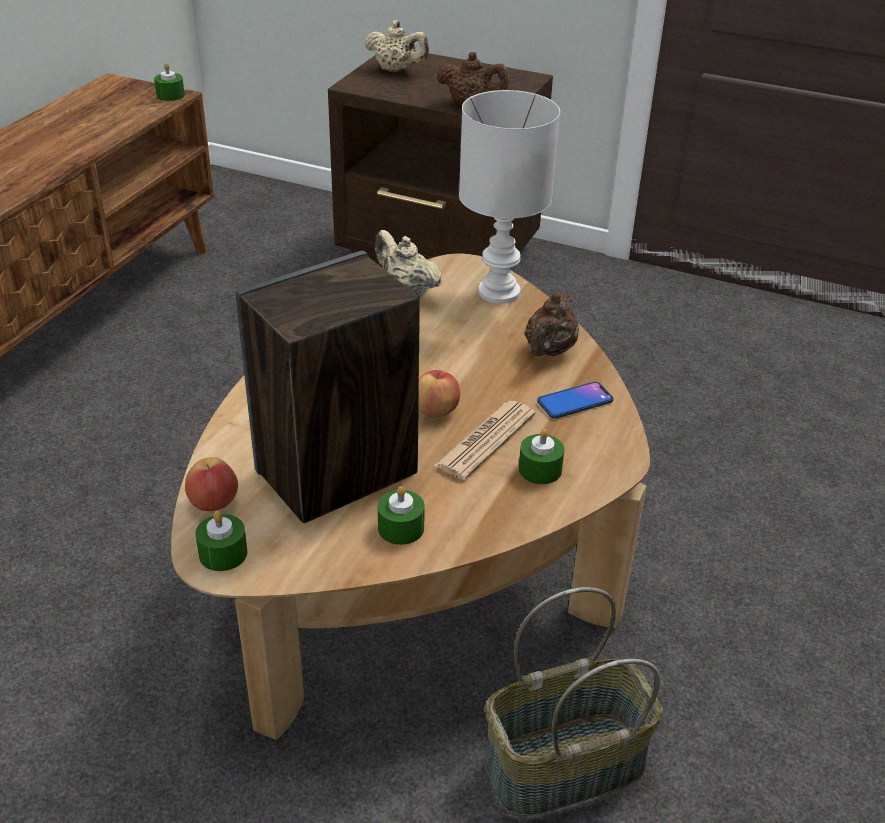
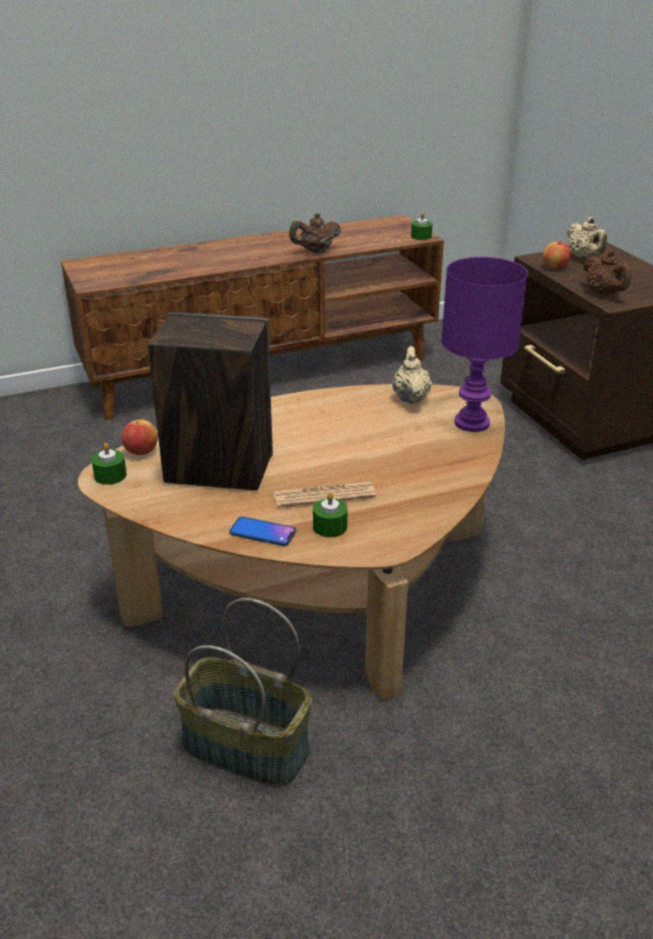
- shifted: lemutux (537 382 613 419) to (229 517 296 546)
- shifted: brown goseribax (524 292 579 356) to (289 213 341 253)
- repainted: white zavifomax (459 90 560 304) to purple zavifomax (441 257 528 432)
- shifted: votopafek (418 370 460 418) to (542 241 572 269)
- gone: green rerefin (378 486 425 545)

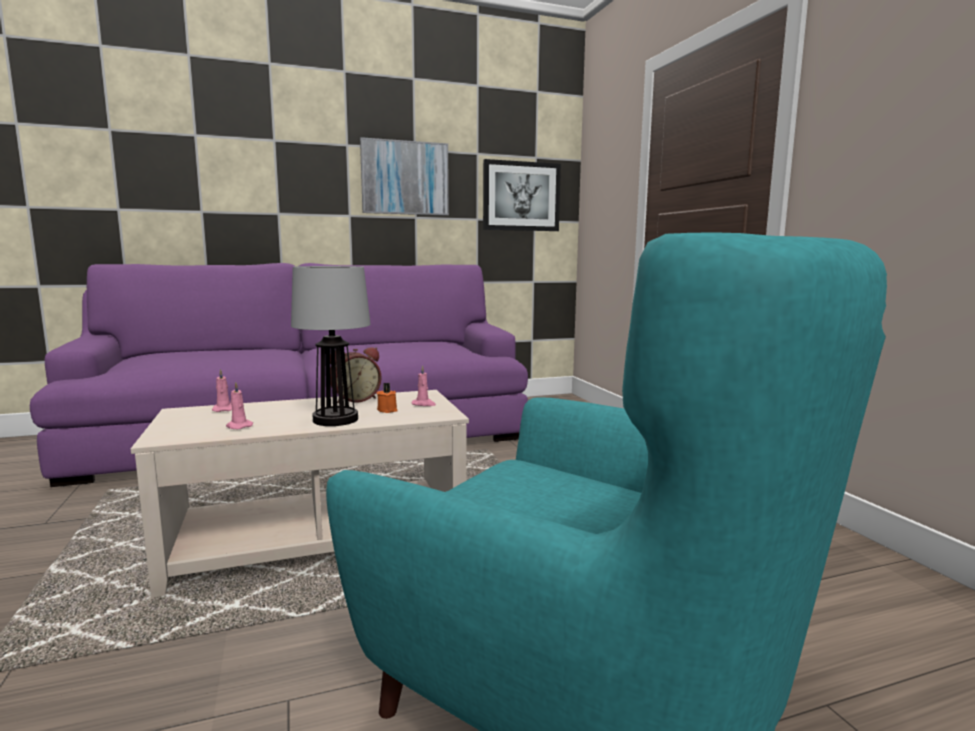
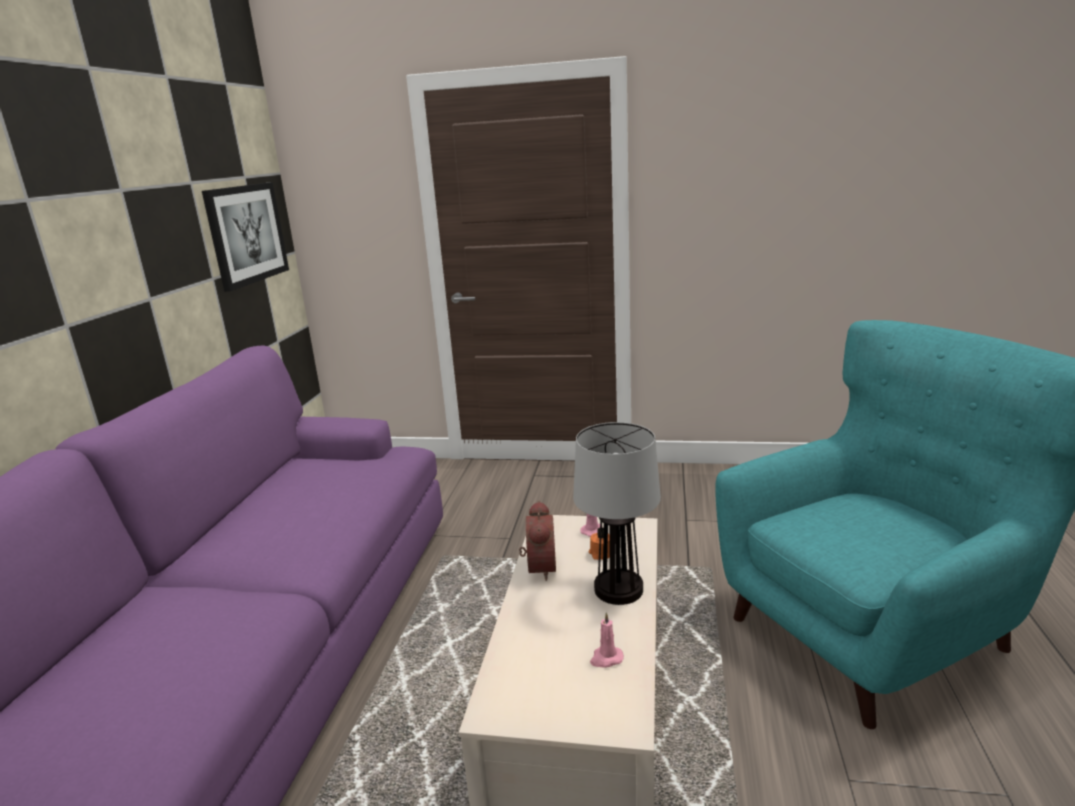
- gone: pink rerefin (212 369 232 412)
- gone: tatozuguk (360 137 449 215)

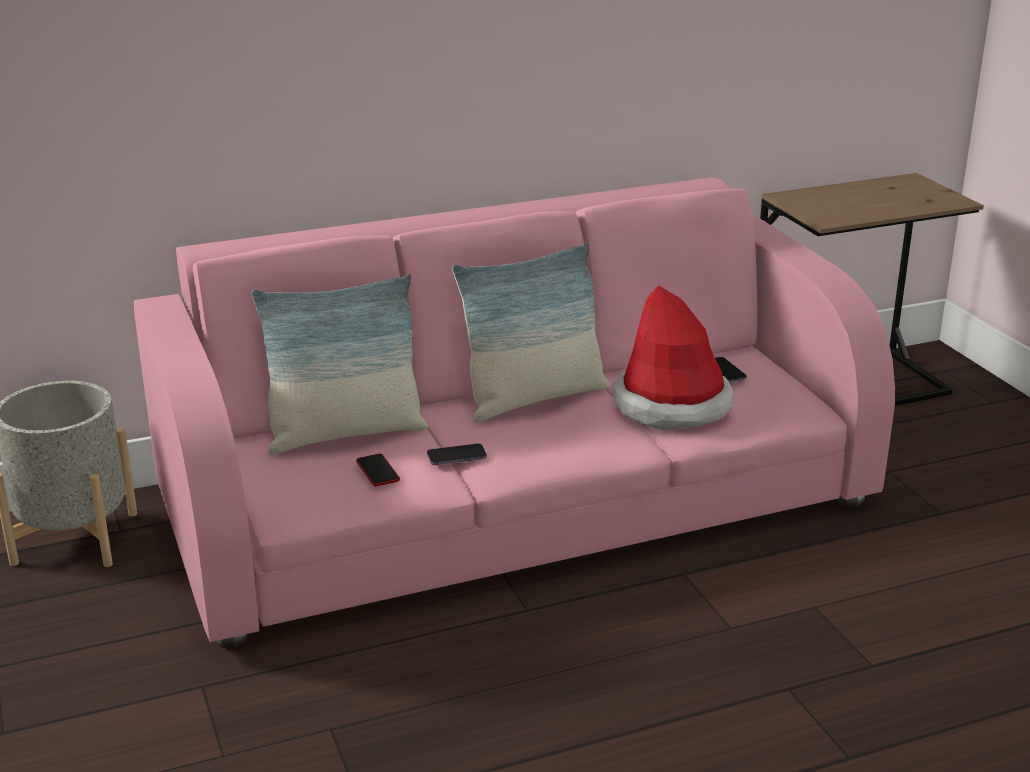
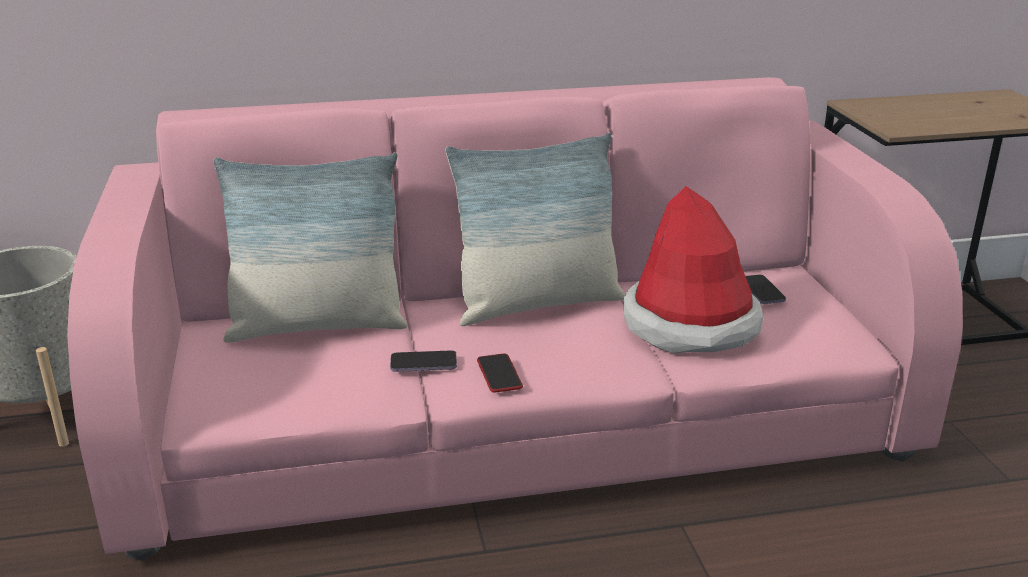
- shifted: lemutux (356 454 400 486) to (477 354 523 393)

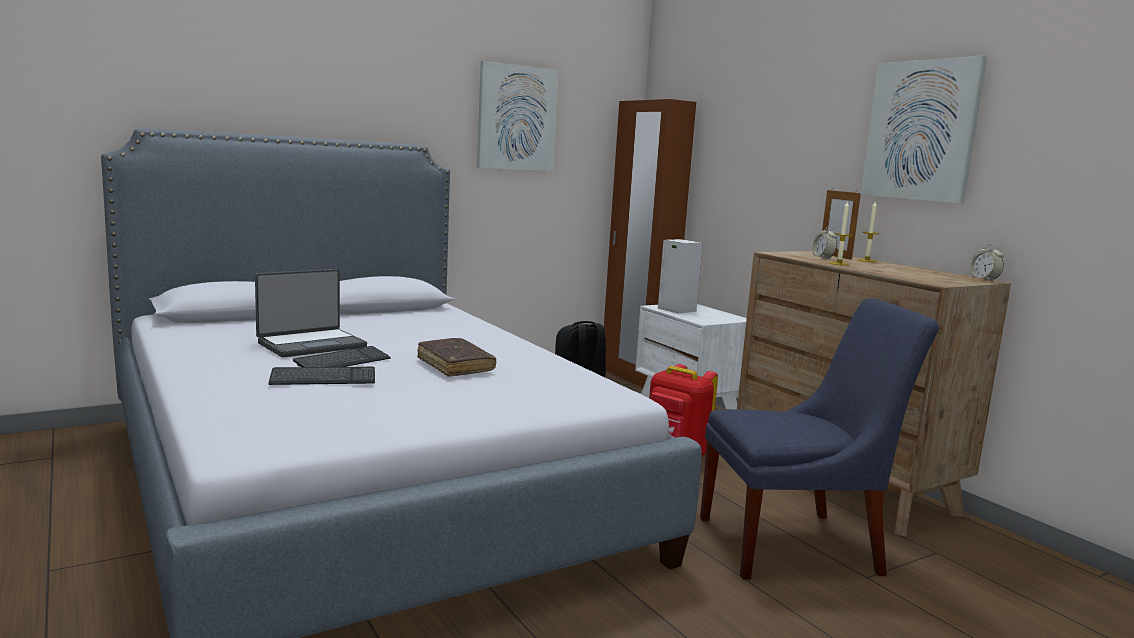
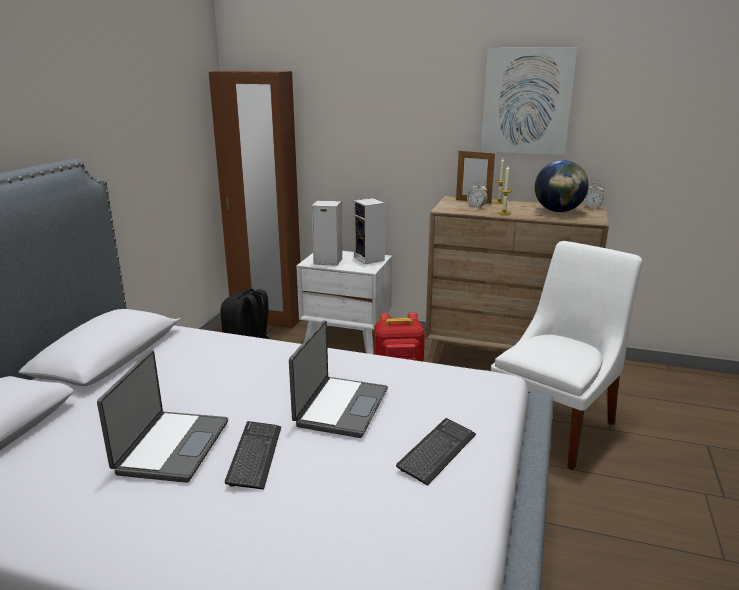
- swapped: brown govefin (417 338 496 377) to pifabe (289 320 388 438)
- new: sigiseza (353 198 385 264)
- shifted: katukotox (268 367 375 385) to (396 418 476 486)
- repainted: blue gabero (700 298 939 580) to white gabero (491 241 643 470)
- new: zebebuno (535 160 589 212)
- gone: tatozuguk (477 61 559 171)

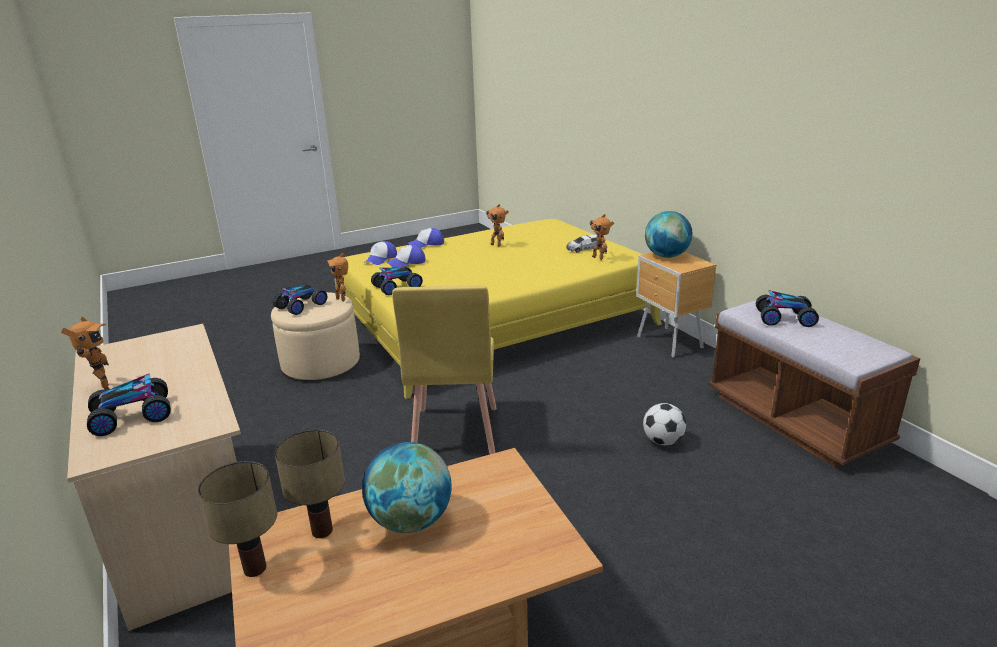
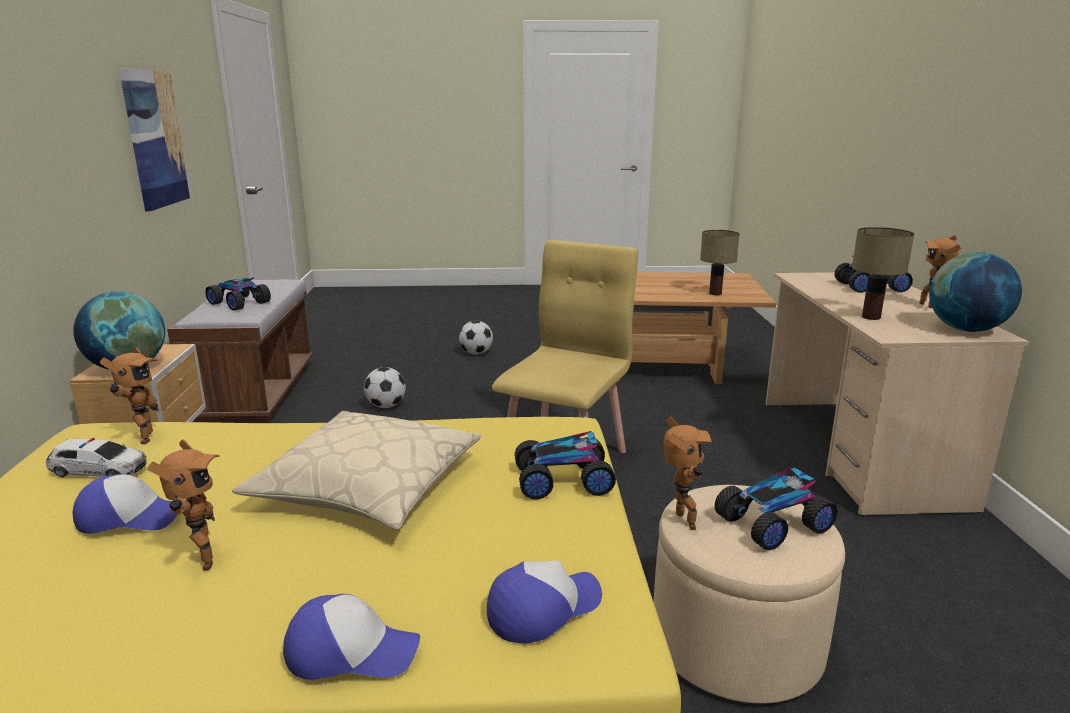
- shifted: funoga (386 245 425 268) to (73 474 178 534)
- new: tatozuguk (119 69 191 211)
- new: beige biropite (232 411 481 529)
- new: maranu (459 321 493 355)
- shifted: zavifomax (198 461 277 577) to (852 227 914 320)
- shifted: zebebuno (362 442 452 533) to (929 252 1022 332)

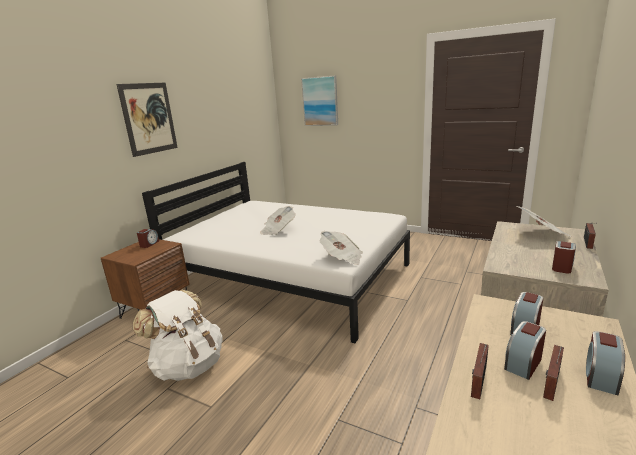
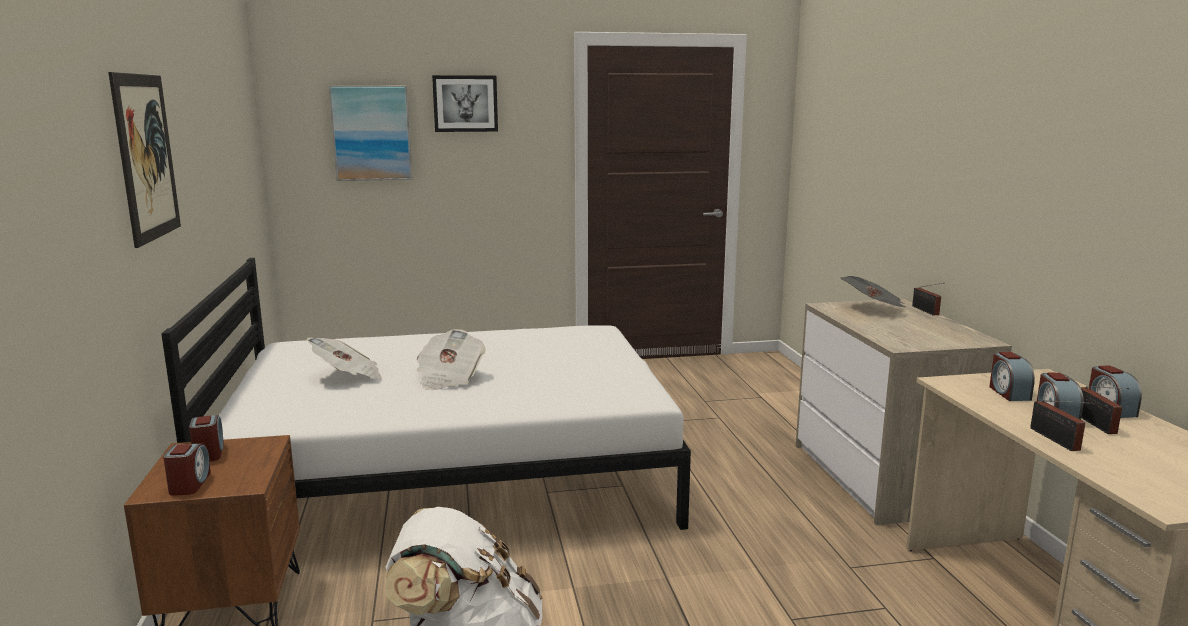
- shifted: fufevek (552 241 576 273) to (163 444 211 496)
- shifted: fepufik (319 231 363 265) to (307 338 382 379)
- new: tatozuguk (432 75 498 132)

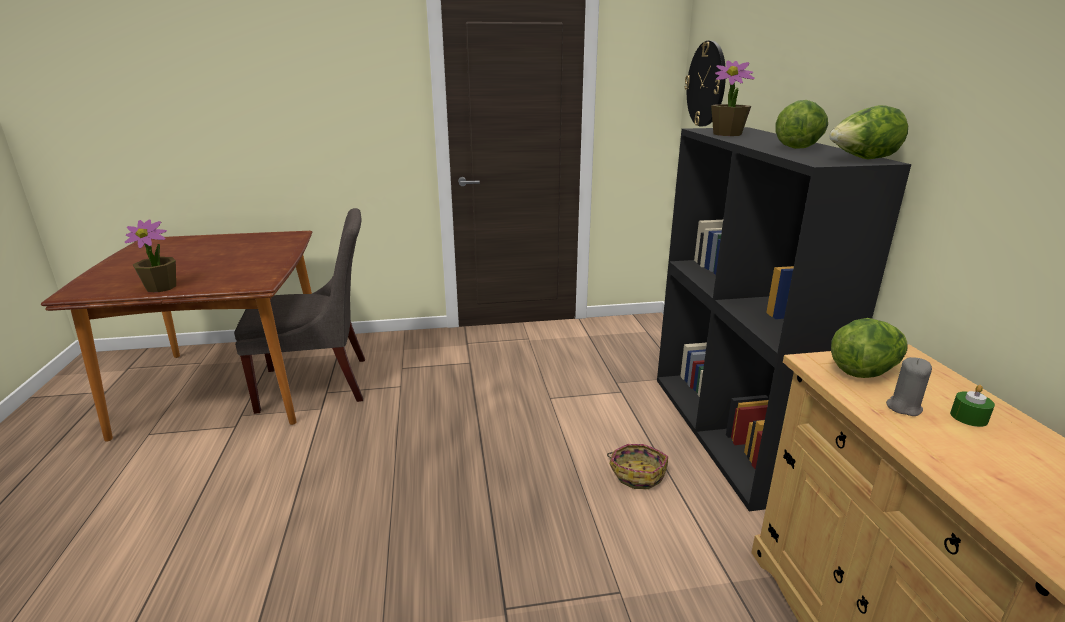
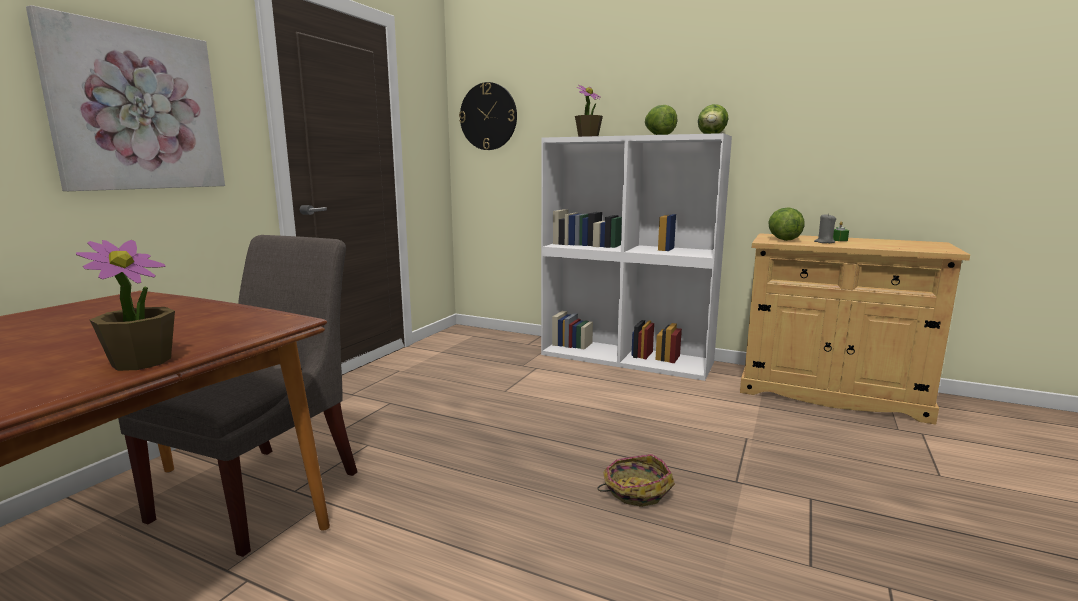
- new: tatozuguk (26 5 225 191)
- repainted: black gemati (657 127 911 511) to white gemati (541 133 732 381)
- shifted: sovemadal (607 444 668 489) to (597 454 675 507)

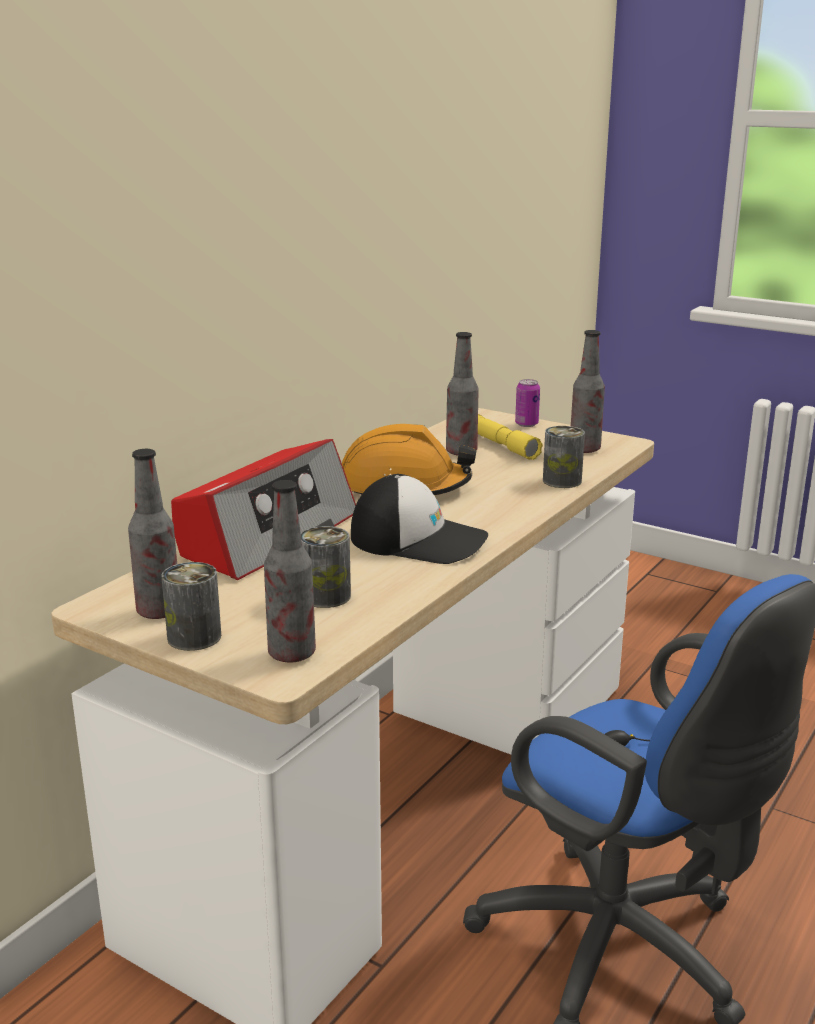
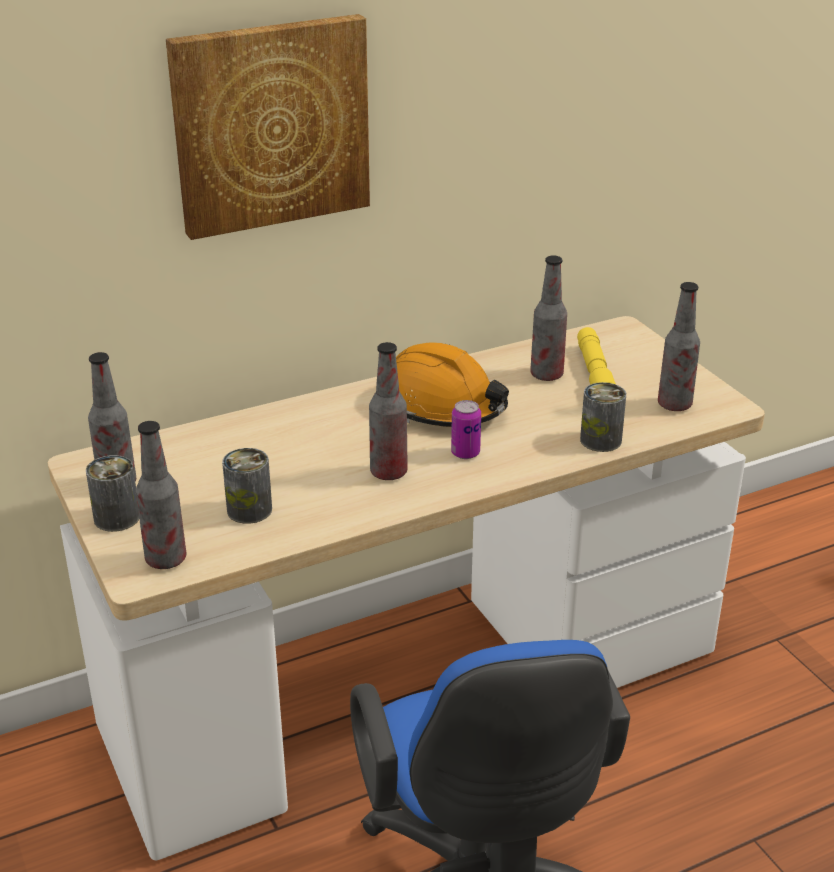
- new: tatozuguk (166 14 370 240)
- swapped: funoga (351 474 488 564) to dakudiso (369 342 408 480)
- shifted: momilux (515 379 540 427) to (451 400 481 459)
- gone: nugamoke (171 439 356 580)

